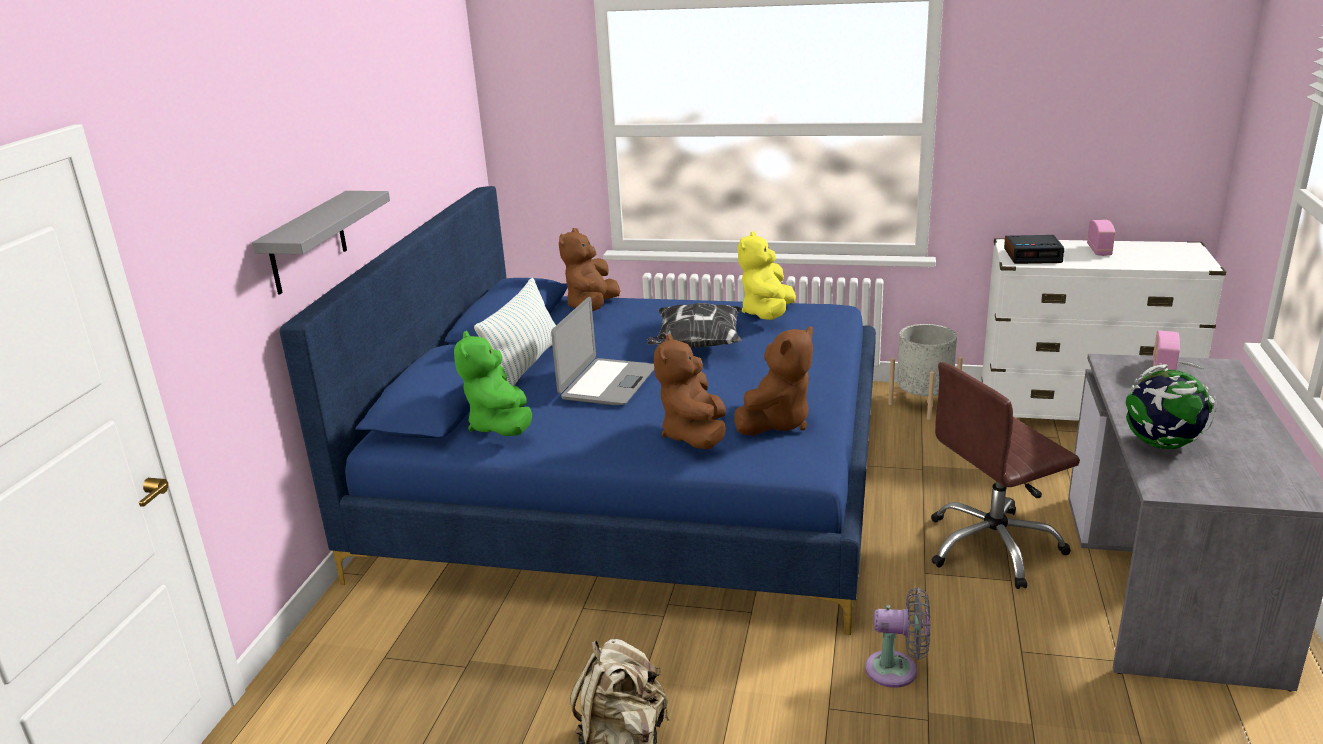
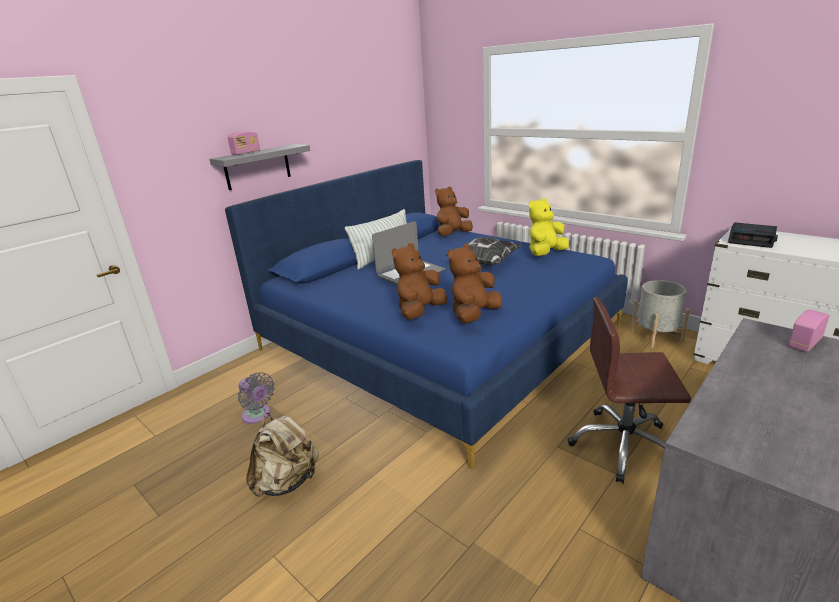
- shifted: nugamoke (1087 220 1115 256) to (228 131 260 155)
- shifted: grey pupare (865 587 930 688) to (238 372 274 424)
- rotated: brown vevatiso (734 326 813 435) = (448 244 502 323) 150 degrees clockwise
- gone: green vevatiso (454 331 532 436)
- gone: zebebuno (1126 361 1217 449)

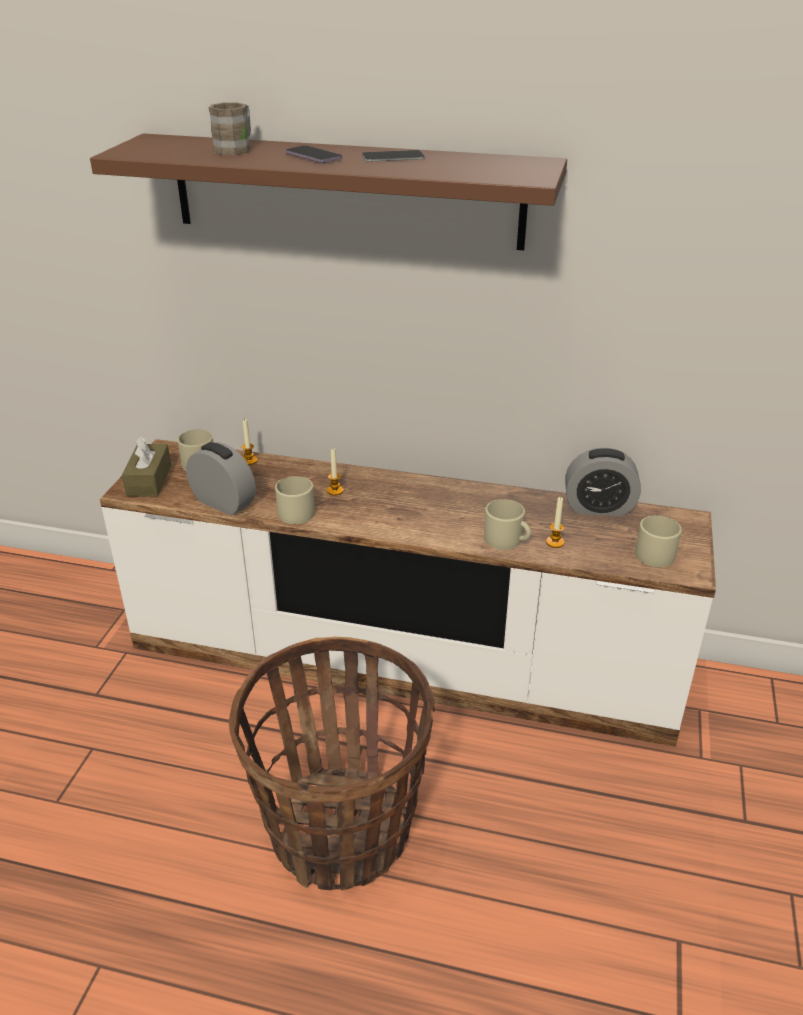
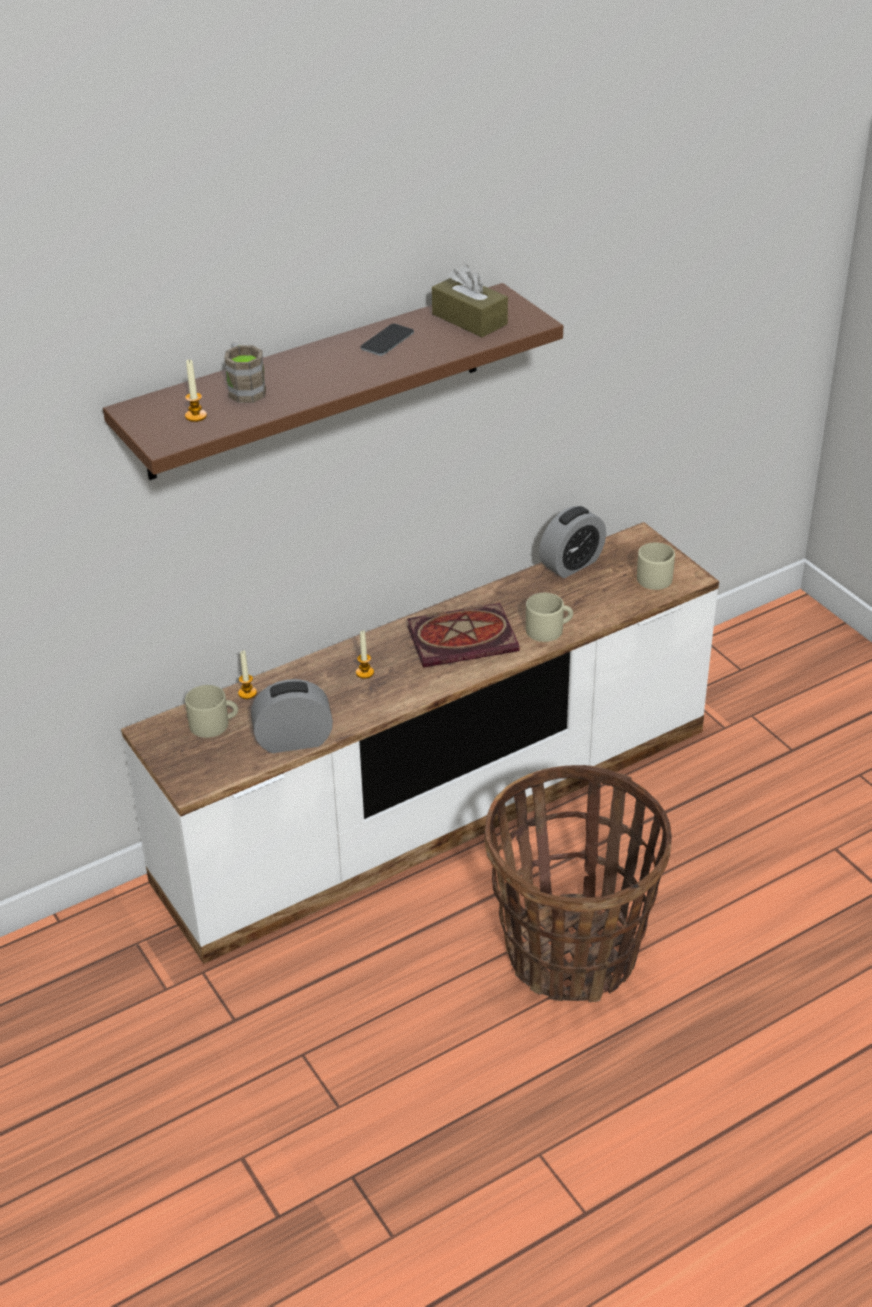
- shifted: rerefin (546 497 565 548) to (185 359 207 422)
- new: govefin (407 603 519 668)
- shifted: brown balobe (122 436 171 497) to (432 265 508 337)
- gone: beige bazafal (275 476 314 524)
- gone: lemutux (285 145 342 164)

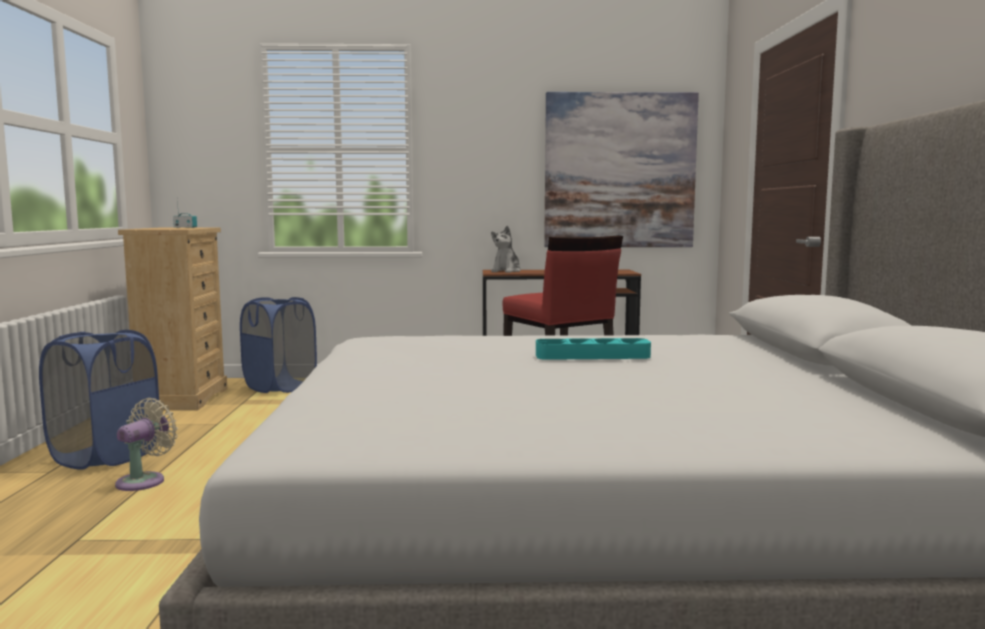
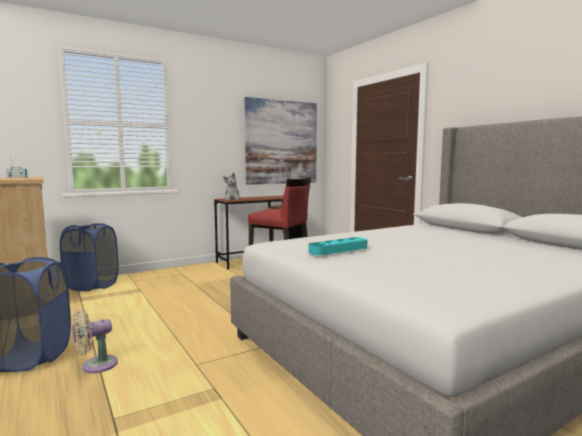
- rotated: beige pupare (115 398 178 491) = (72 310 118 373) 120 degrees counterclockwise
- shifted: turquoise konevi (536 338 651 360) to (308 237 367 256)

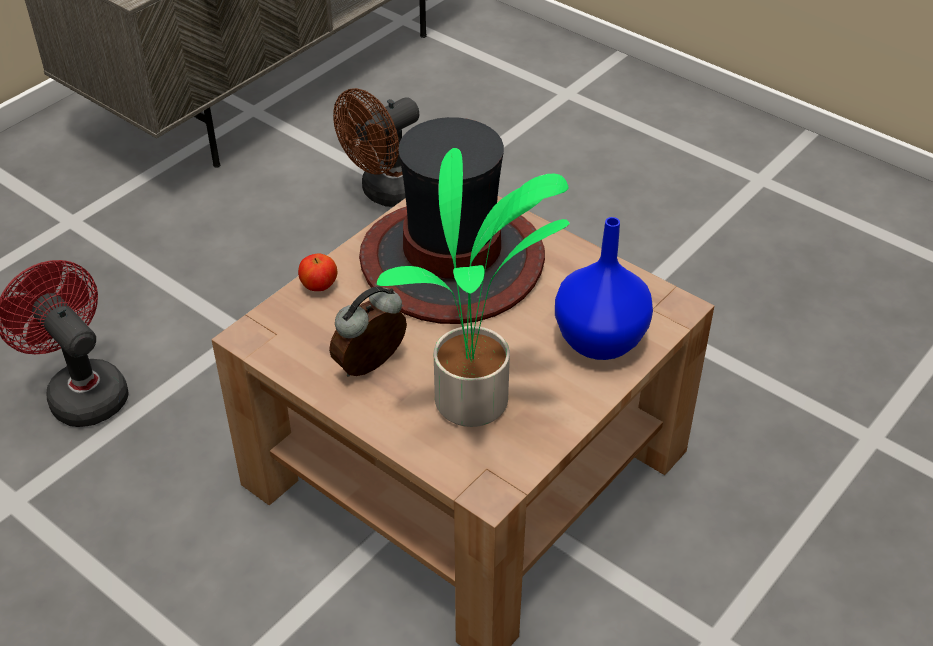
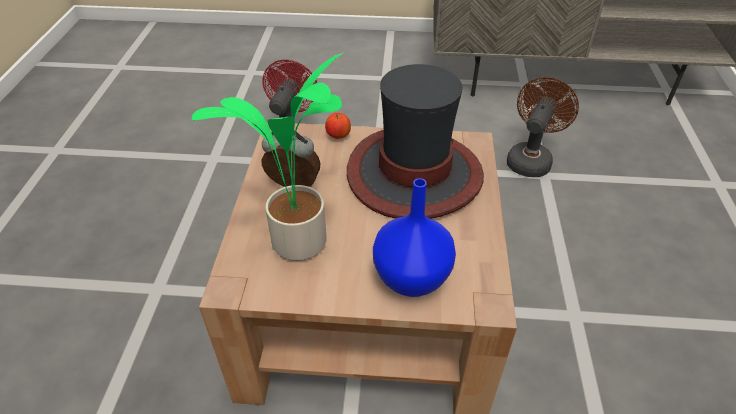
- rotated: brown pupare (333 88 419 207) = (507 77 579 177) 105 degrees clockwise

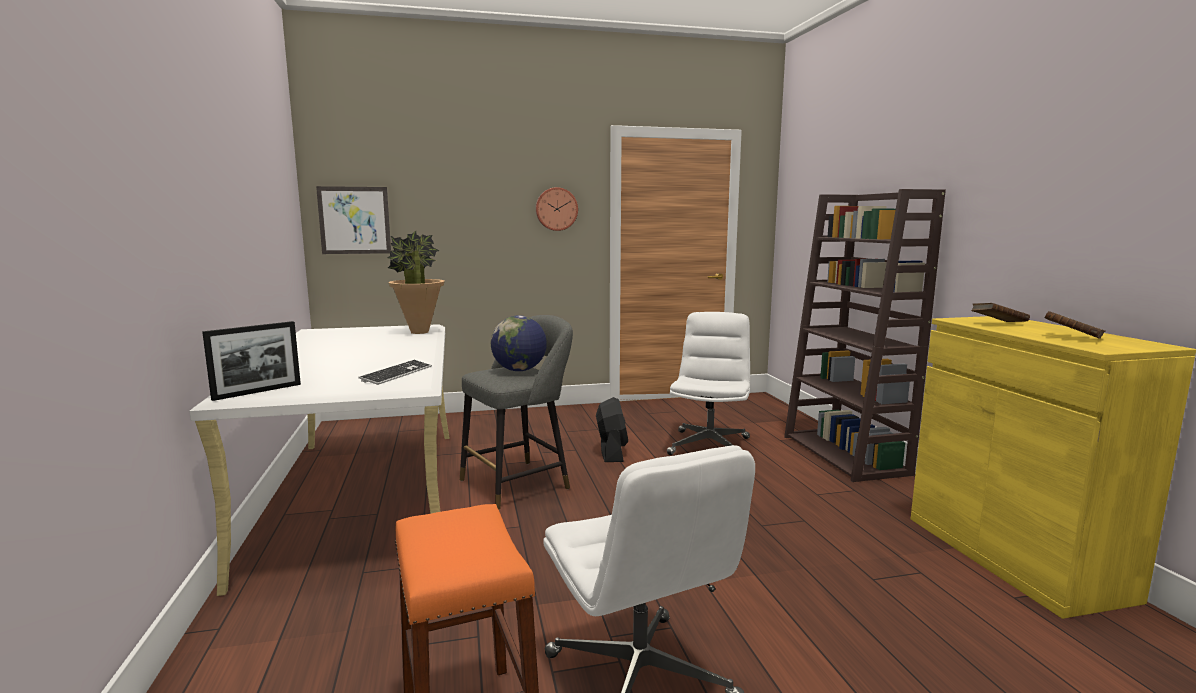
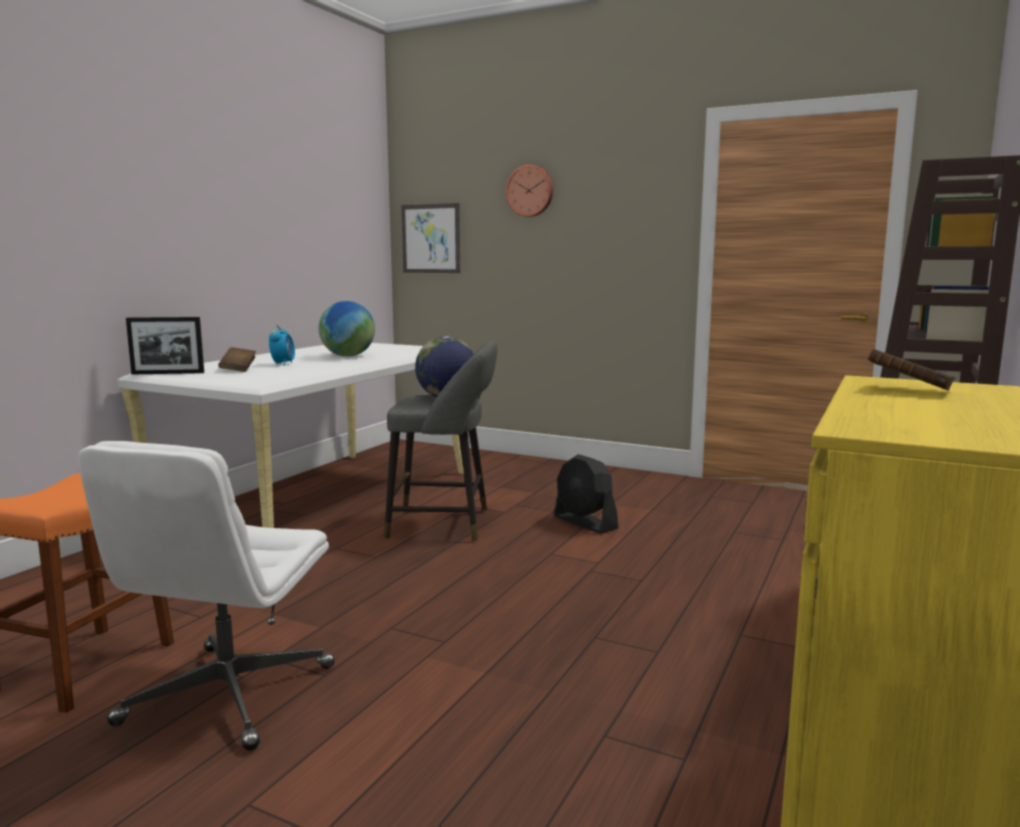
- shifted: brown govefin (1044 311 1106 339) to (218 347 256 372)
- new: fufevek (269 325 295 366)
- new: zebebuno (319 301 375 357)
- shifted: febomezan (536 187 578 231) to (506 165 553 217)
- rotated: black pupare (596 397 628 462) = (554 454 619 534) 105 degrees clockwise
- gone: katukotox (359 360 432 385)
- gone: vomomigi (387 231 445 334)
- gone: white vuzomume (667 312 750 455)

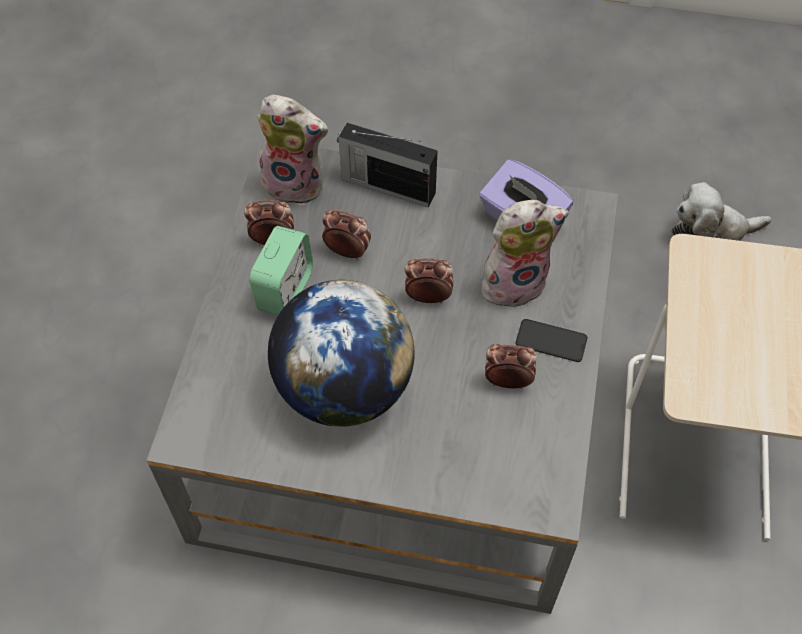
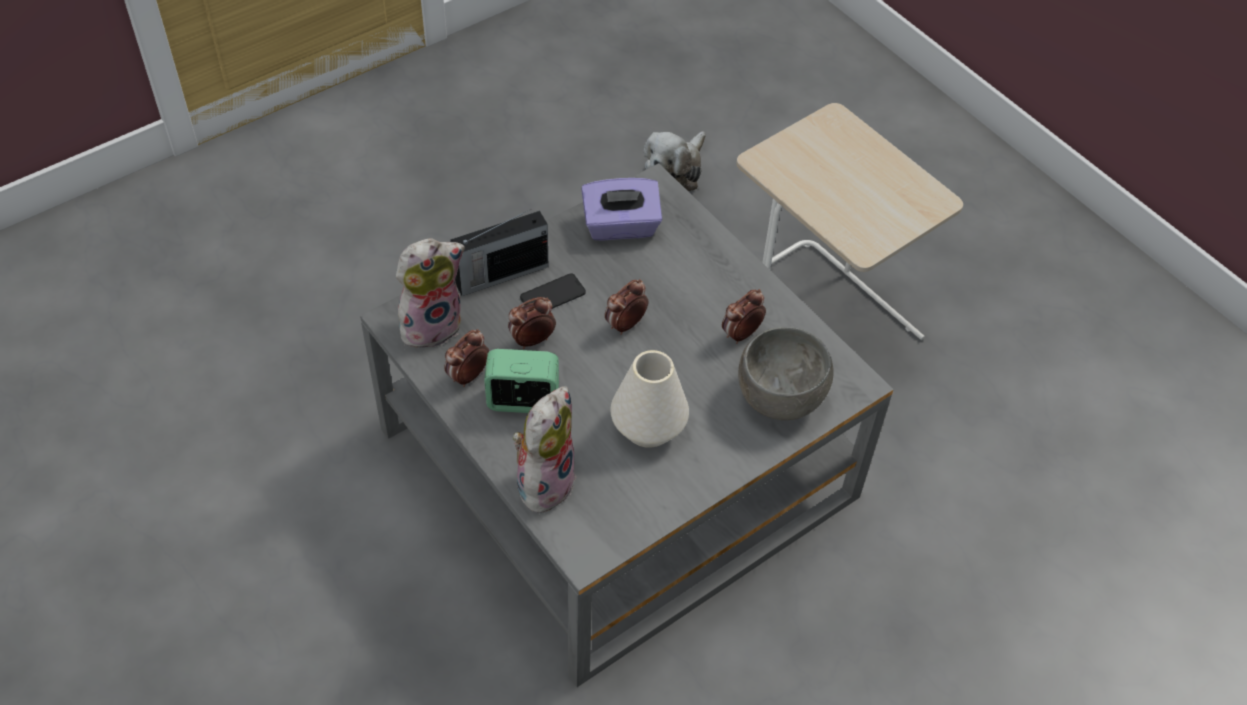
- rotated: fufevek (249 226 313 315) = (484 349 559 413) 60 degrees counterclockwise
- shifted: vevatiso (482 200 569 307) to (512 386 576 514)
- shifted: lemutux (516 319 588 362) to (520 273 586 309)
- swapped: zebebuno (268 280 415 427) to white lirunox (611 350 689 448)
- new: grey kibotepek (738 327 834 420)

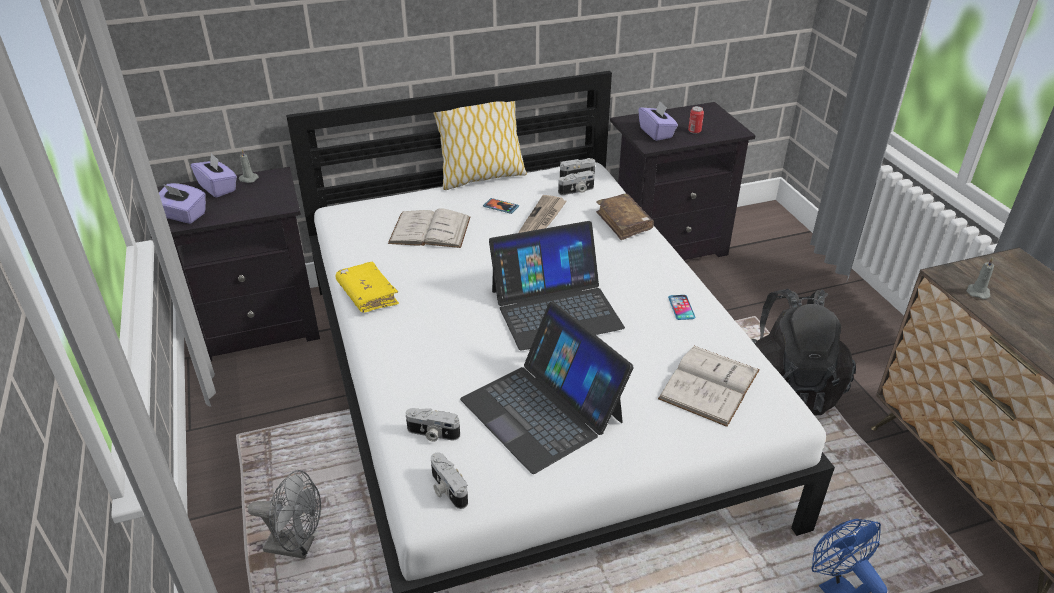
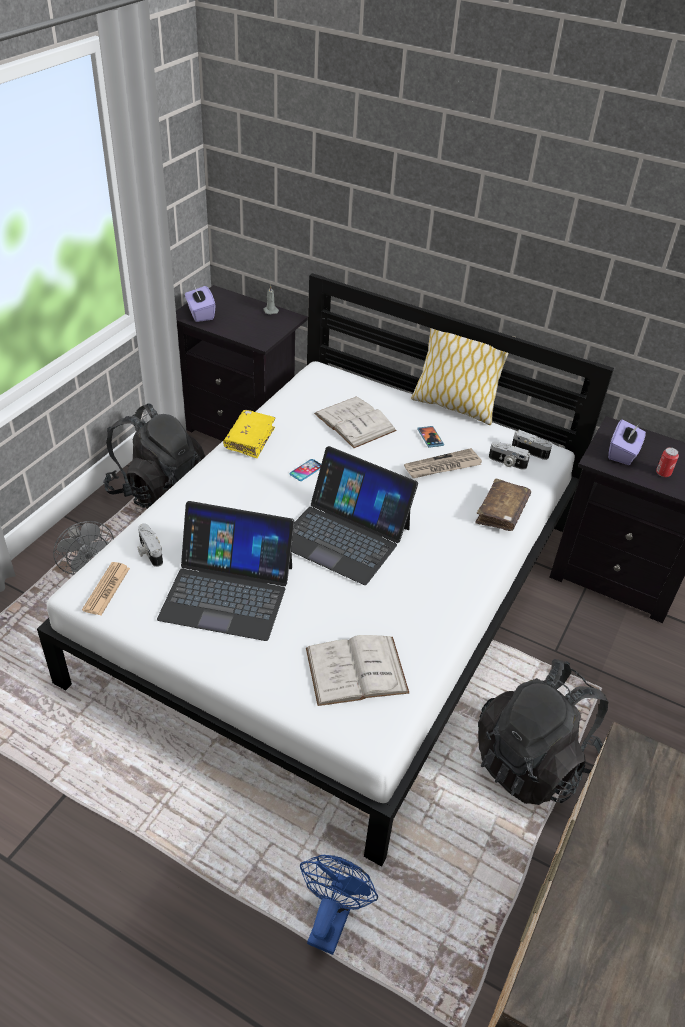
- swapped: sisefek (431 453 468 509) to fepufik (82 562 130 615)
- new: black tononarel (103 403 205 509)
- rotated: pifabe (460 302 634 474) = (157 501 295 641) 90 degrees counterclockwise
- shifted: lemutux (668 295 695 320) to (290 459 321 481)
- gone: purple balobe (191 153 237 198)
- gone: grey rerefin (967 257 994 299)

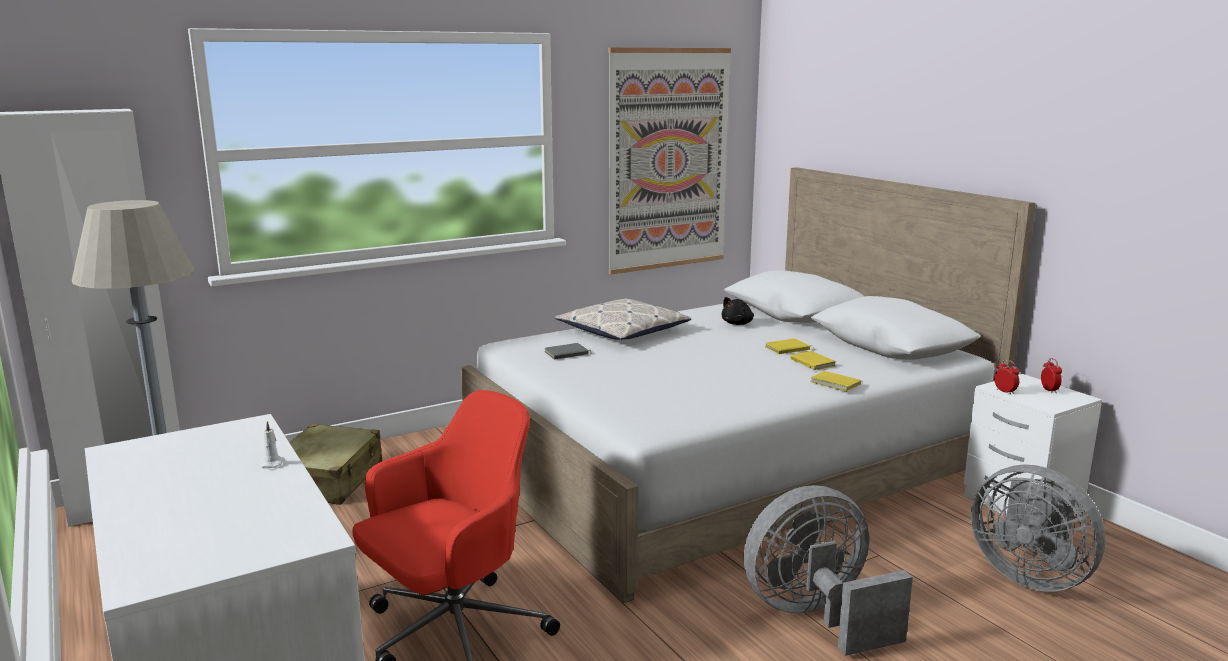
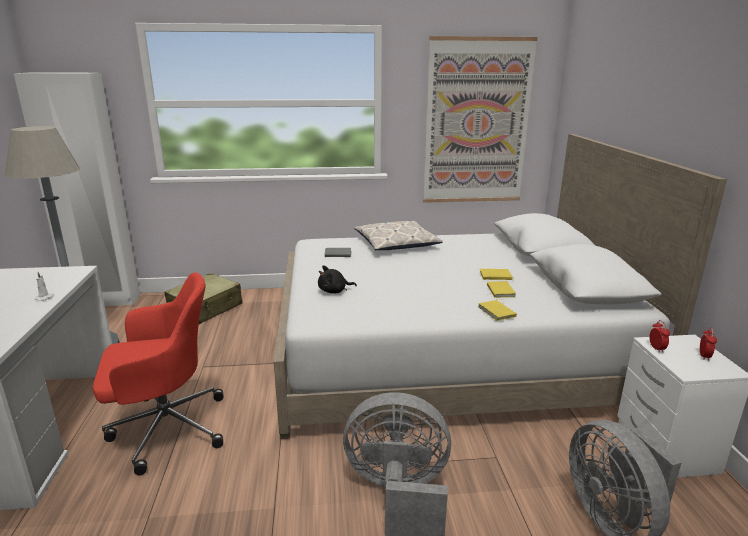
- shifted: black vevatiso (721 297 754 325) to (318 266 357 294)

